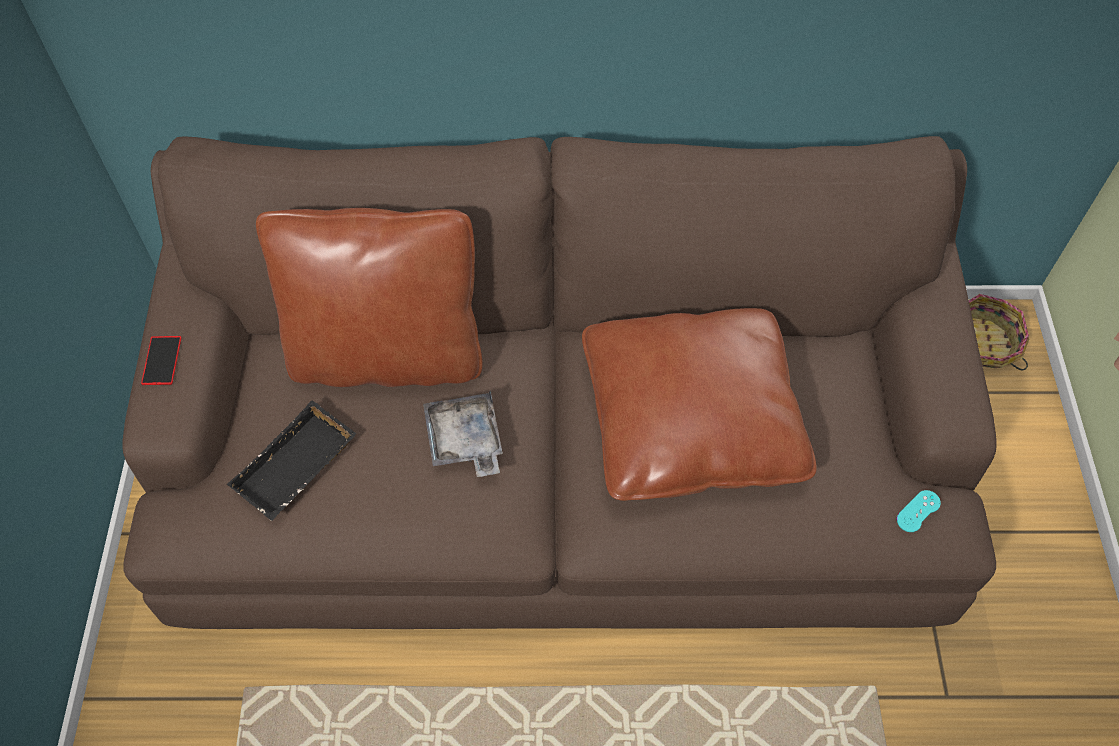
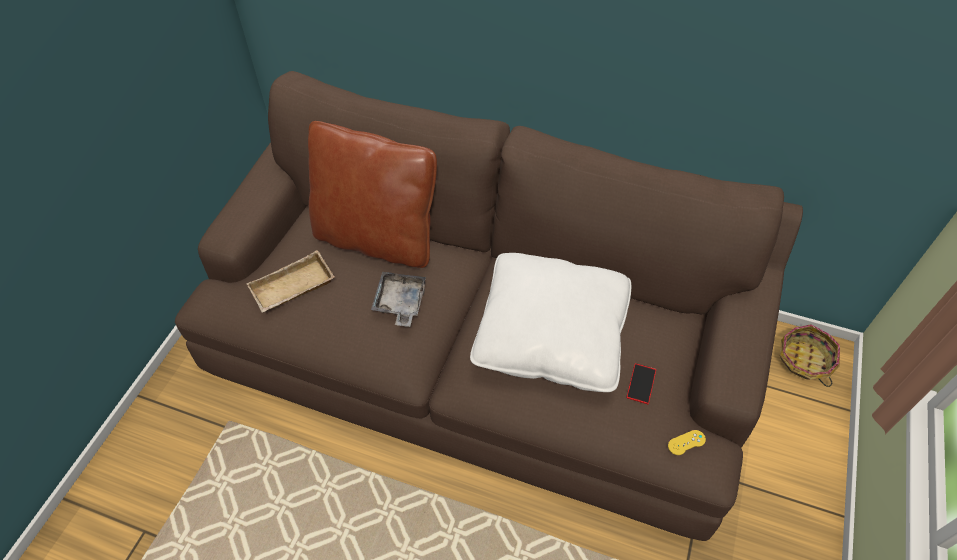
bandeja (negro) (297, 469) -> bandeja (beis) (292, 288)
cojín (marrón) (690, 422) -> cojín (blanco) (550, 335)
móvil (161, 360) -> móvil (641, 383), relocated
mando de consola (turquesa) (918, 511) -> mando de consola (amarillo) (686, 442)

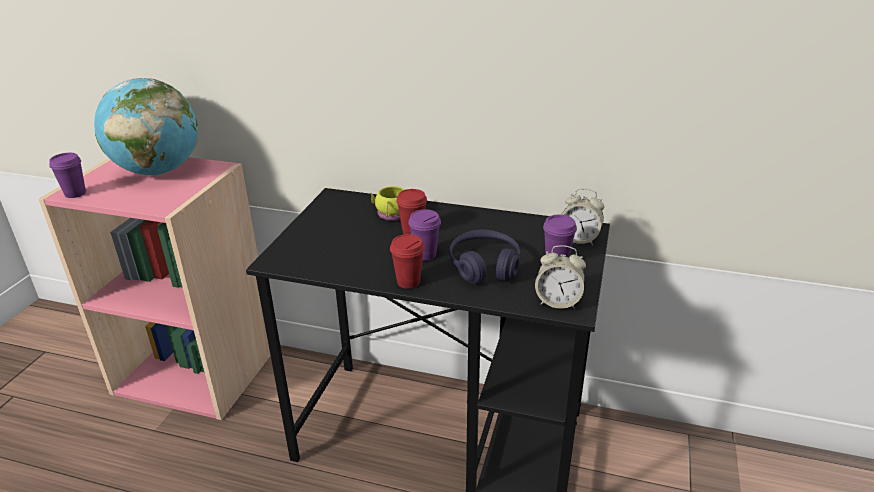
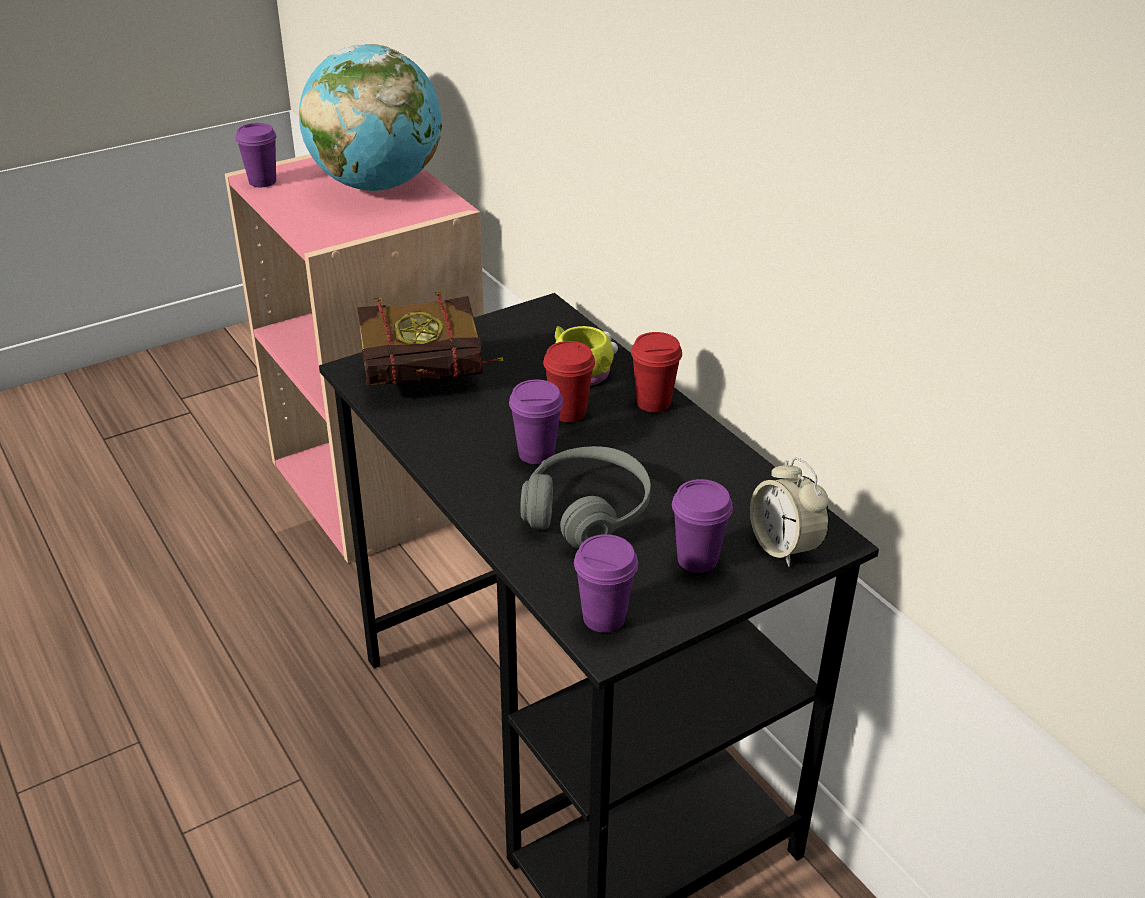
none -> libro (436, 378)
auriculares (morado) (484, 266) -> auriculares (gris) (586, 512)
despertador (558, 302) -> taza (morado) (604, 618)
taza (rojo) (408, 282) -> taza (rojo) (653, 403), relocated

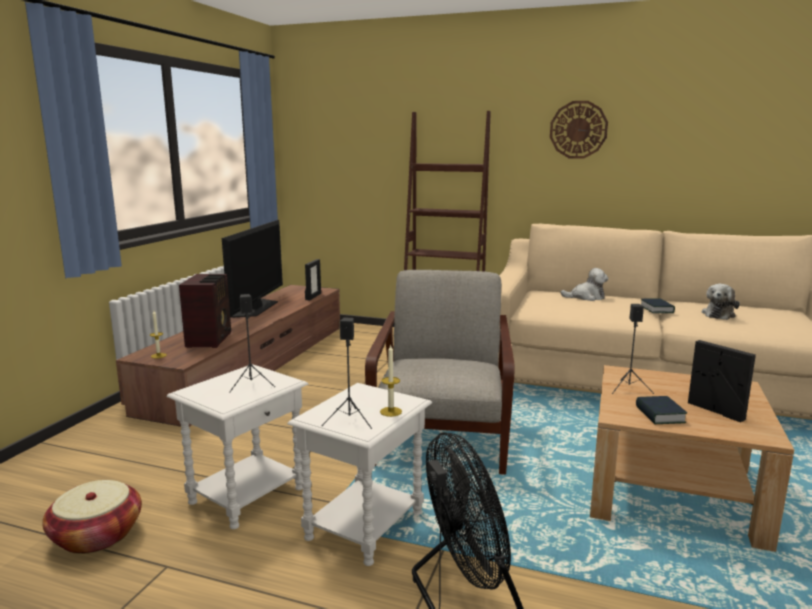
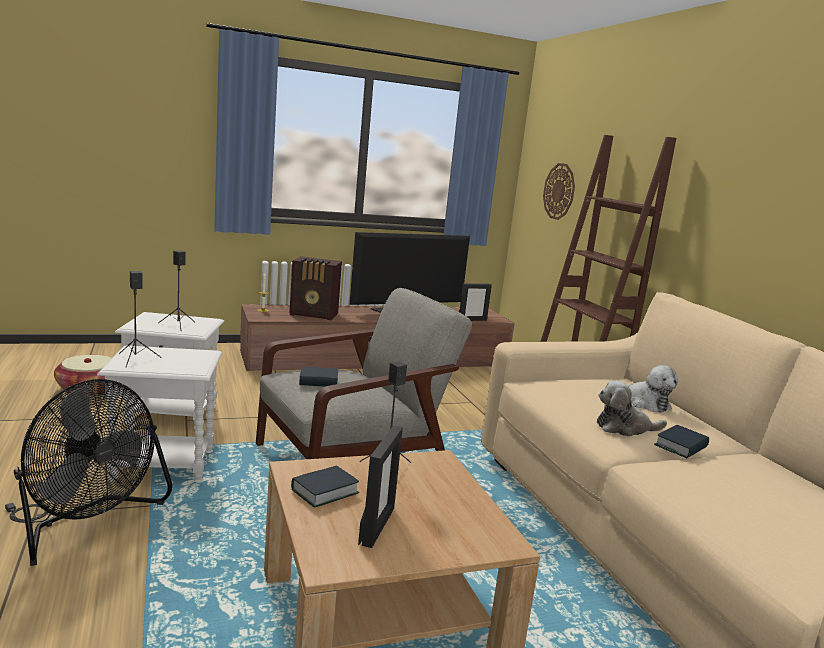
radio (210, 339) -> radio (314, 314), 45 degrees clockwise
none -> libro (318, 381)
reloj de pared (578, 130) -> reloj de pared (559, 191), relocated
peluche (719, 314) -> peluche (624, 428), relocated
vela (391, 411) -> none

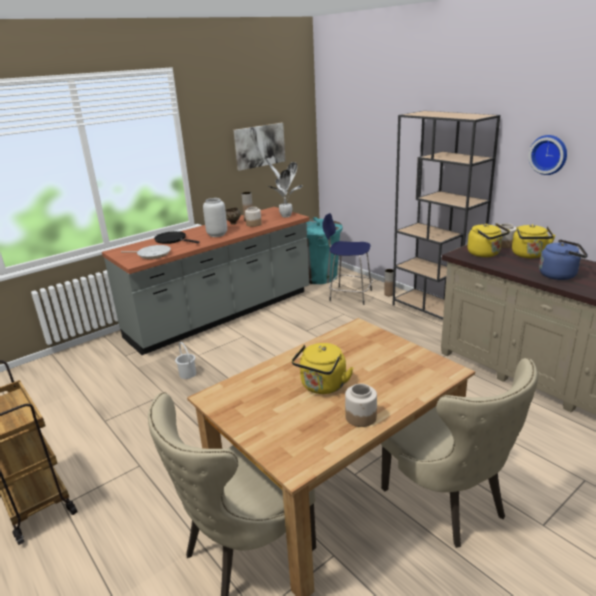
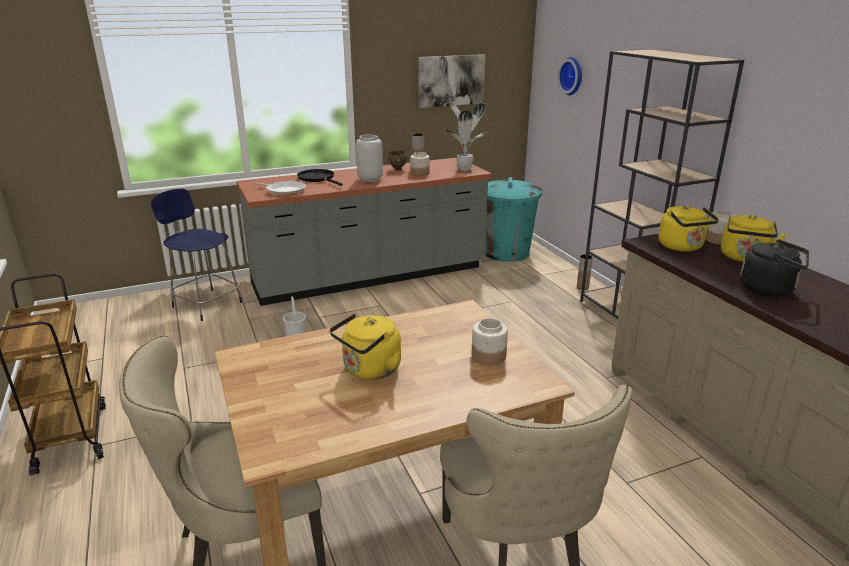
taburete (azul) (349, 295) -> taburete (azul) (205, 304), relocated
tarro (361, 417) -> tarro (489, 356), relocated
reloj de pared (549, 154) -> reloj de pared (572, 76), relocated
hervidor (azul) (560, 275) -> hervidor (negro) (770, 290)

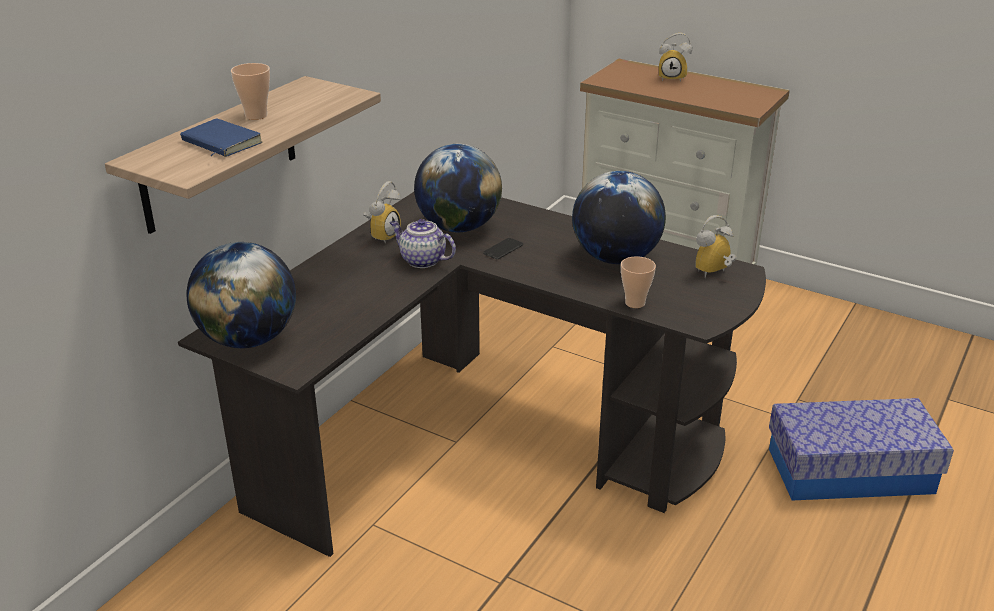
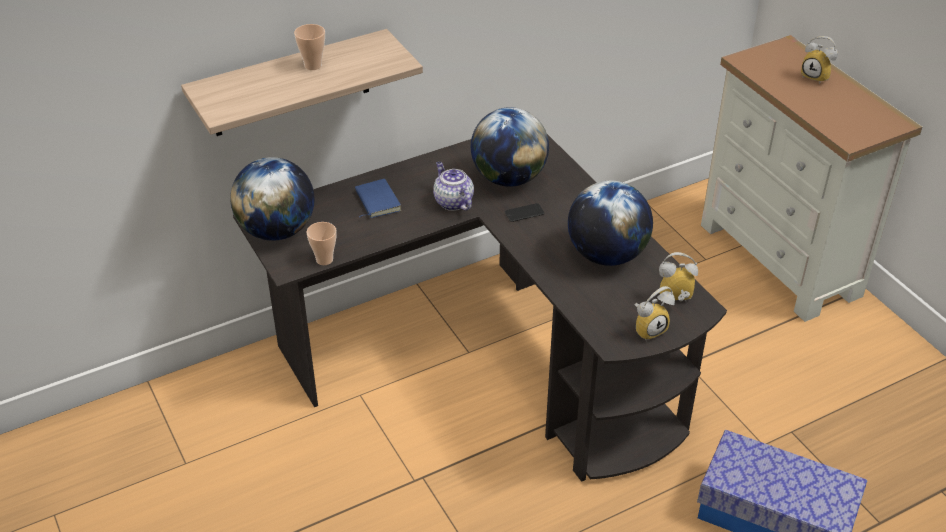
taza (635, 303) -> taza (324, 260), relocated
libro (azul) (219, 143) -> libro (azul) (376, 201), relocated
despertador (382, 235) -> despertador (649, 328), relocated

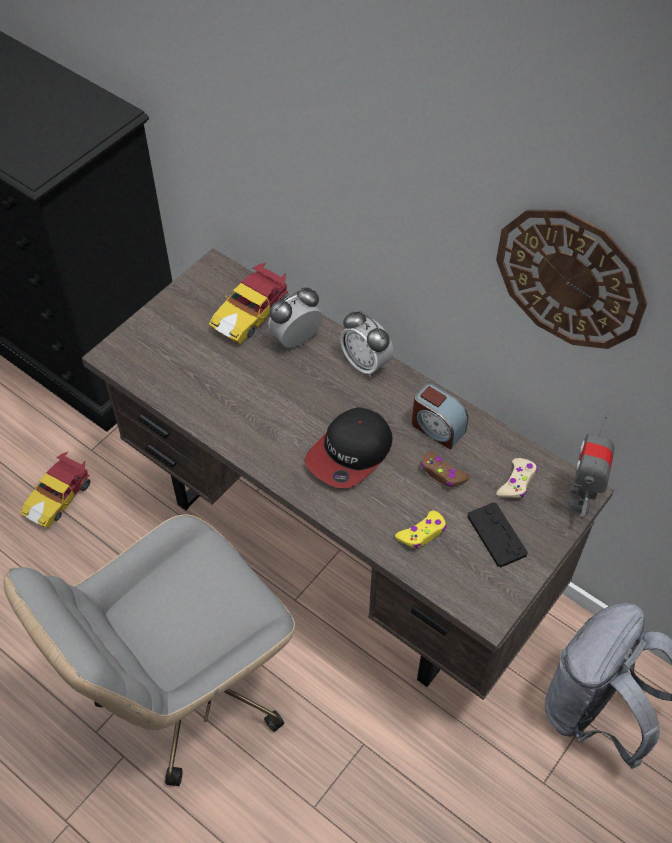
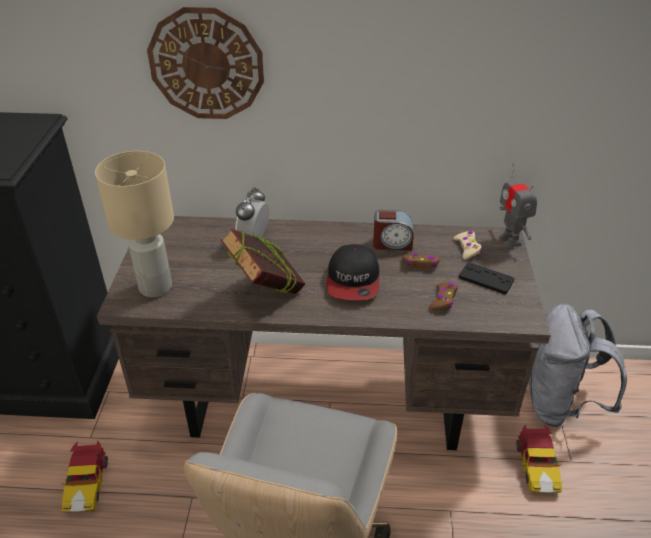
none -> lámpara de mesa (beis) (156, 288)
reloj de pared (570, 278) -> reloj de pared (206, 64), relocated
none -> libro (266, 292)
mando de consola (amarillo) (422, 533) -> mando de consola (marrón) (443, 300)
coche de juguete (251, 314) -> coche de juguete (537, 466), relocated
despertador (366, 363) -> none

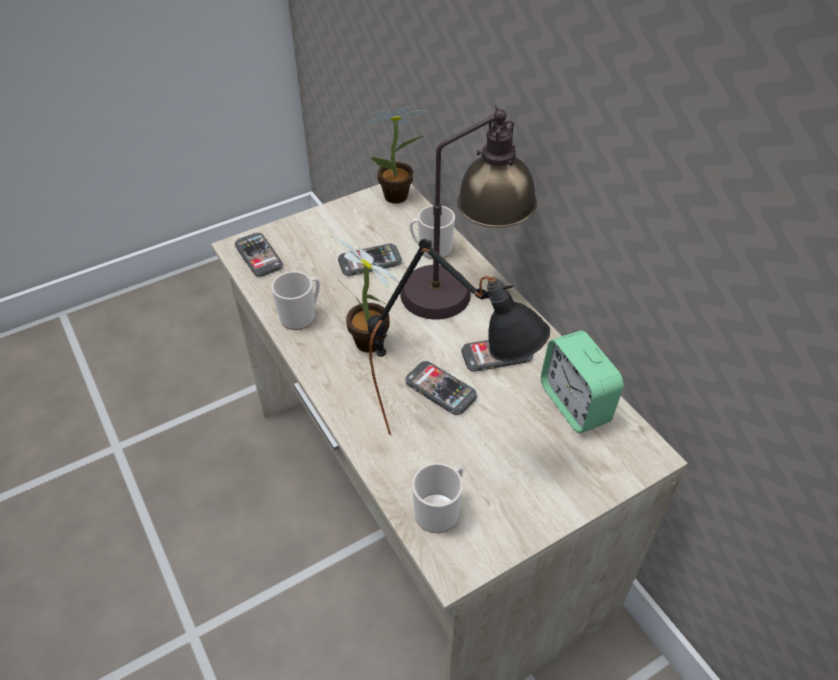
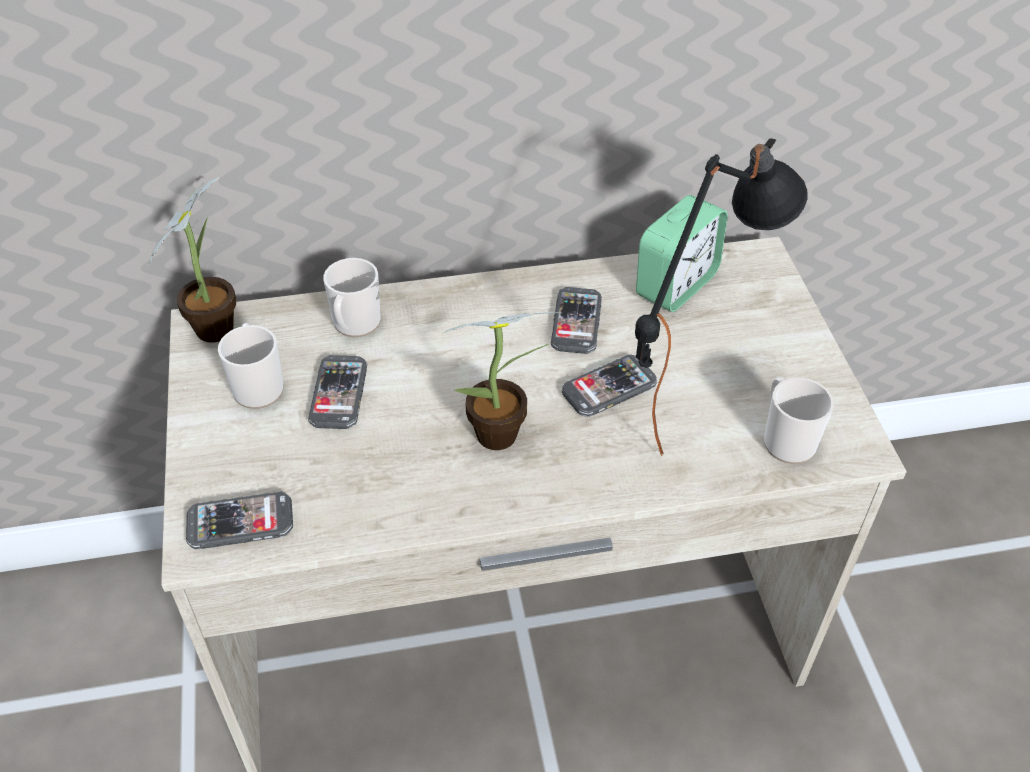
taza grande (301, 316) -> taza grande (258, 386), relocated
despertador (574, 404) -> despertador (676, 285), 45 degrees counterclockwise
lámpara de mesa (462, 290) -> none

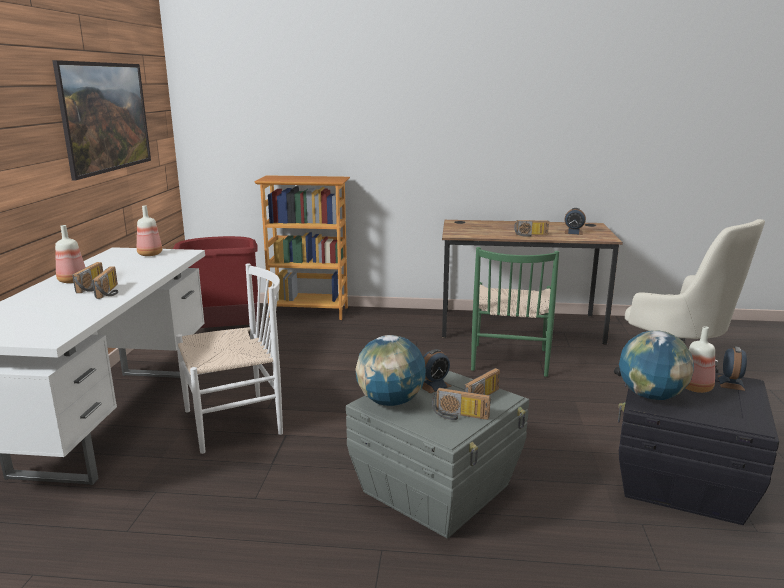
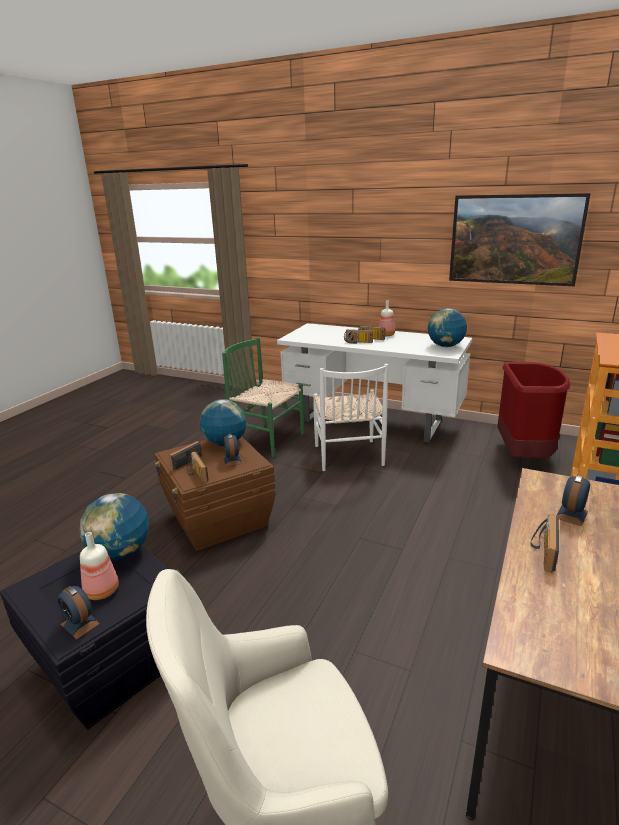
caja de almacenaje (gris) (437, 488) -> caja de almacenaje (marrón) (218, 520)
silla (verde) (509, 362) -> silla (verde) (265, 439), relocated
botella (150, 254) -> globo terráqueo (445, 346)
despertador (573, 232) -> despertador (571, 514), relocated

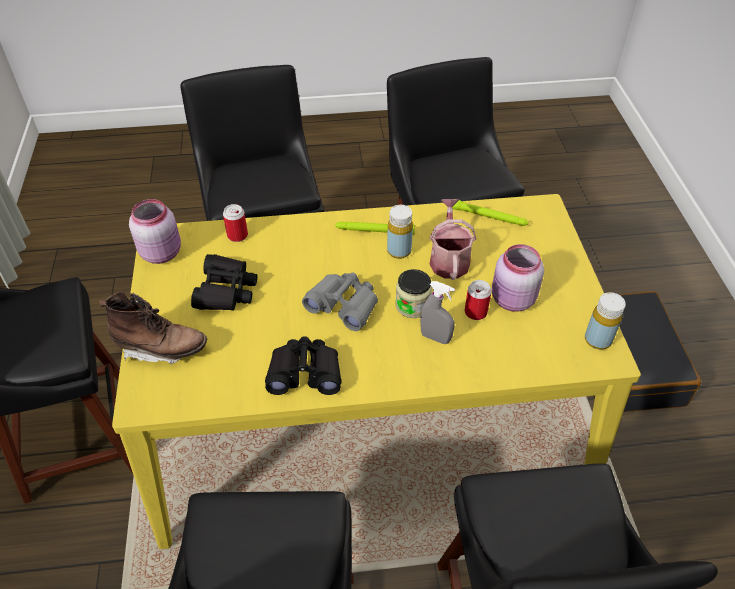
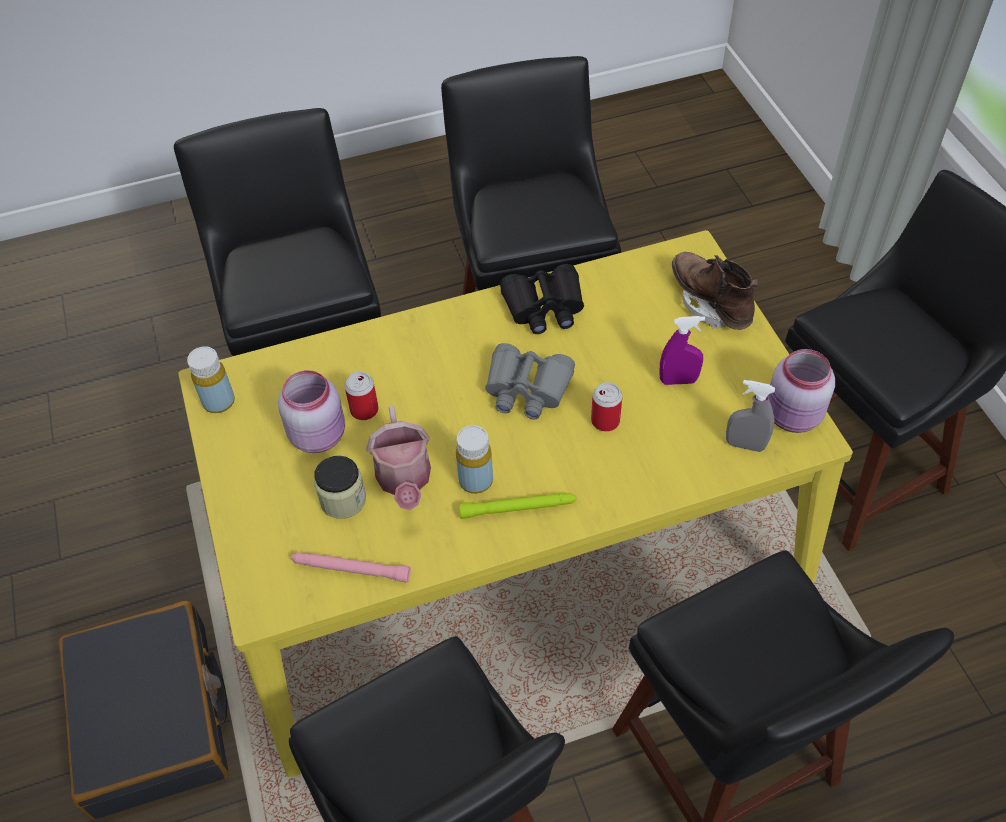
linterna (verde) (489, 217) -> linterna (rosa) (350, 569)
tarro (412, 305) -> tarro (343, 500), relocated
lata (237, 235) -> lata (605, 421), relocated
prismáticos (negro) (226, 291) -> pulverizador (morado) (678, 380)
bota (marrón) (161, 348) -> bota (marrón) (710, 303), 60 degrees clockwise
pulverizador (gris) (435, 337) -> pulverizador (gris) (745, 445), relocated

